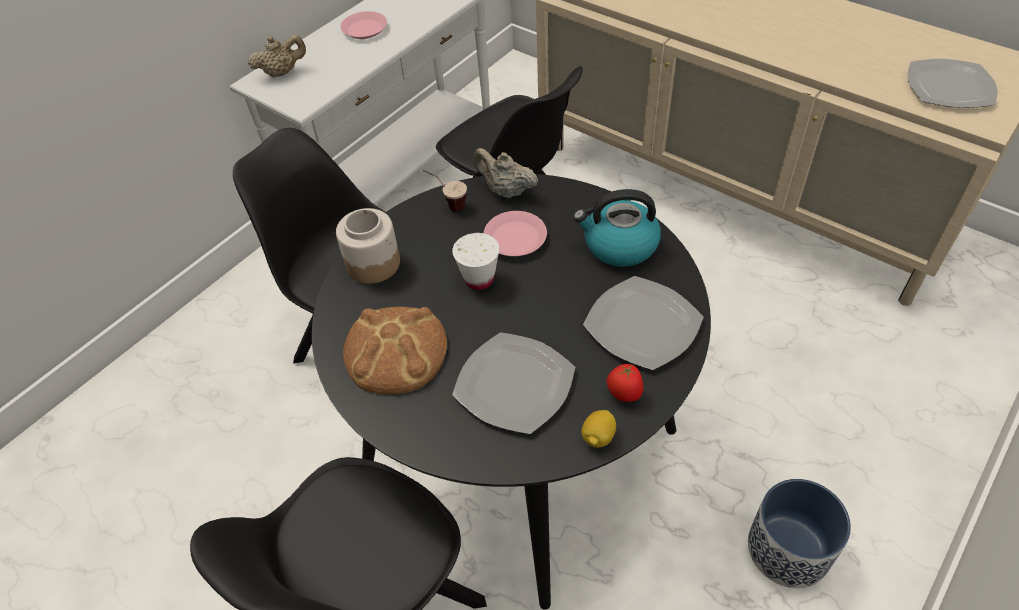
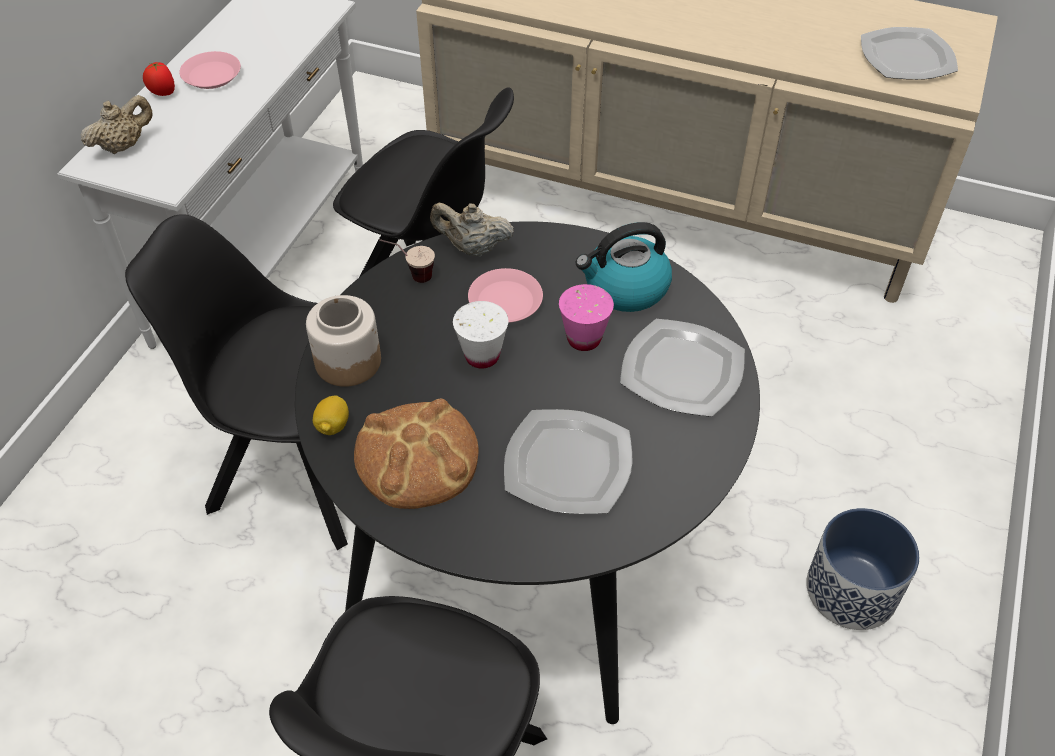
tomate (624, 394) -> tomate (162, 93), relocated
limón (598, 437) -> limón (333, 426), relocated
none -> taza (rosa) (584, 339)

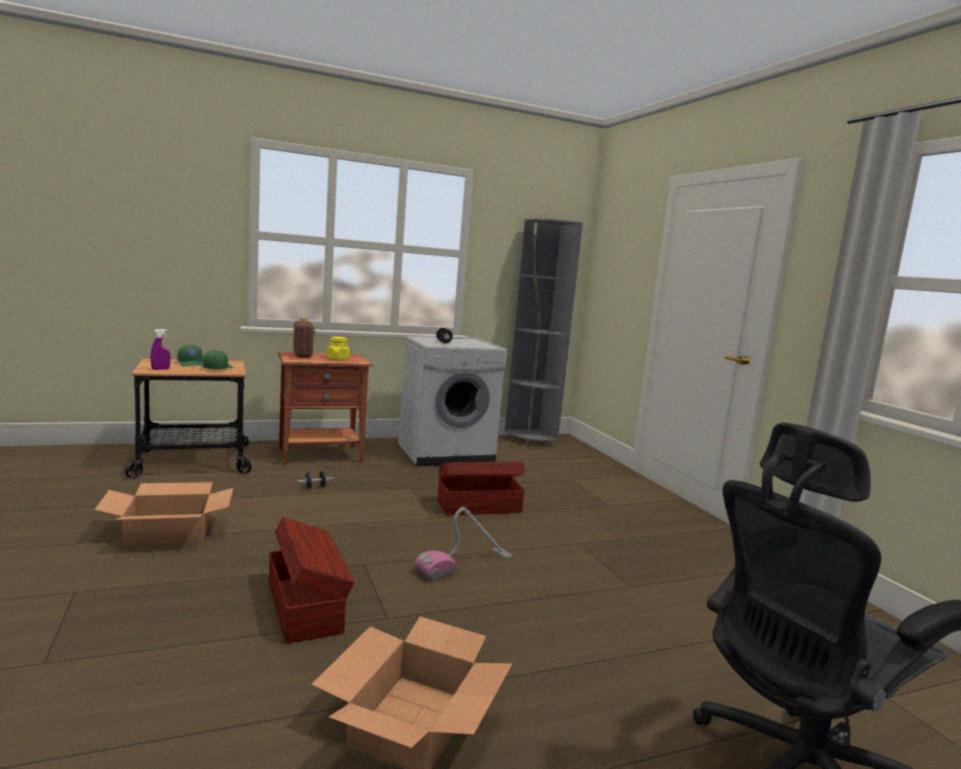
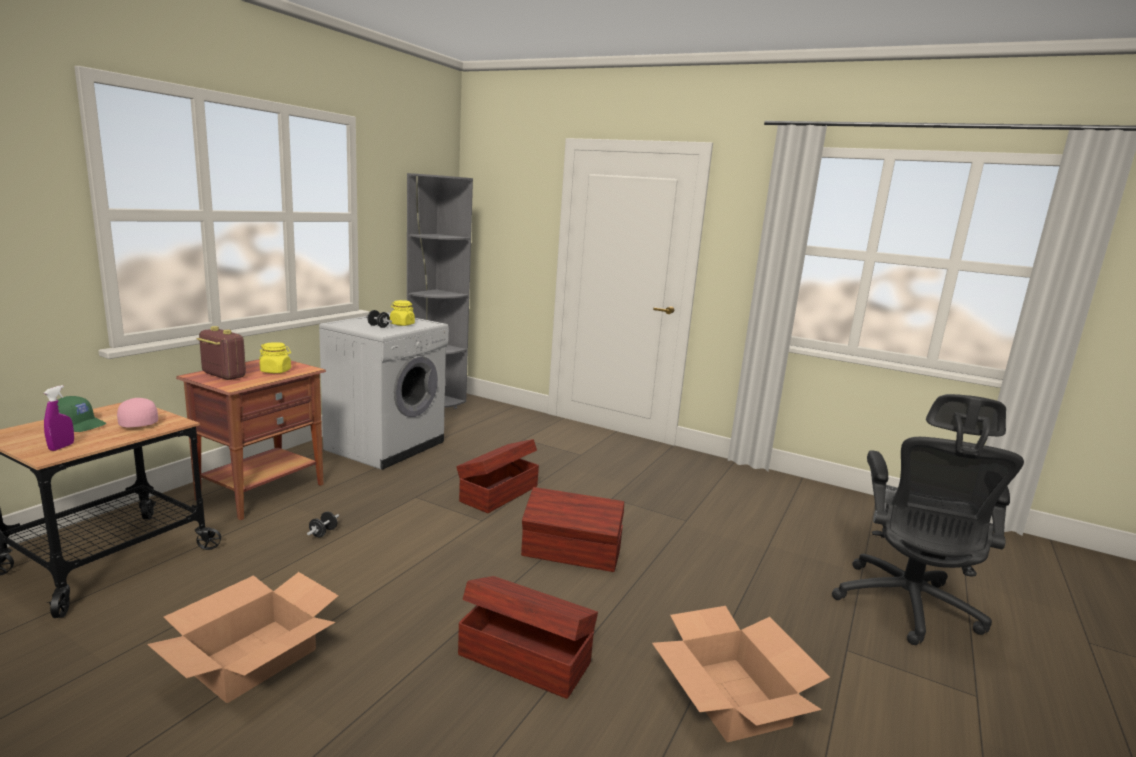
gorra (verde) (217, 368) -> gorra (rosa) (137, 422)
none -> tarro (amarillo) (402, 324)
aspiradora (465, 564) -> caja de almacenaje (marrón) (572, 553)

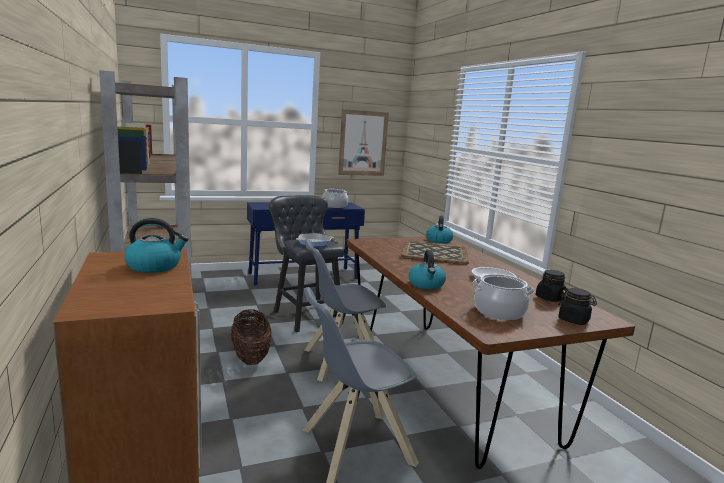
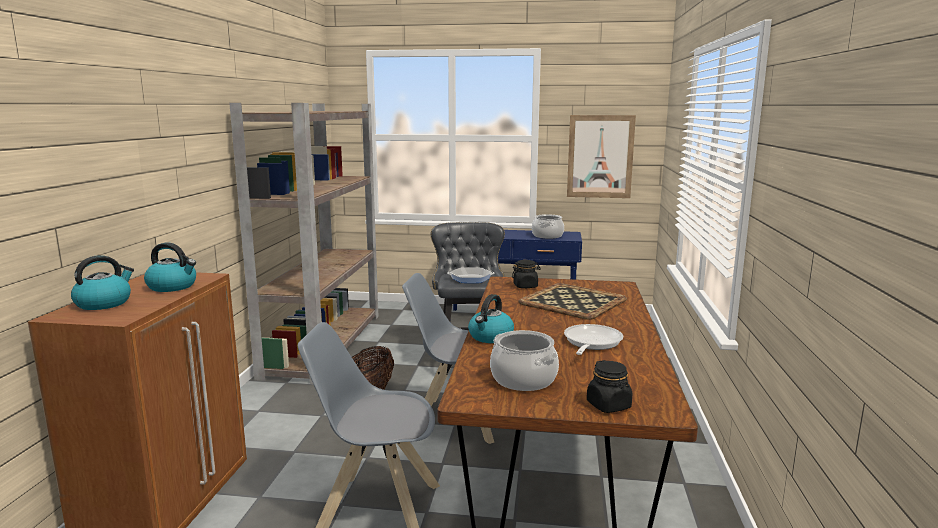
hervidor (438, 240) -> hervidor (104, 303), relocated
tarro (negro) (550, 298) -> tarro (negro) (525, 286), relocated

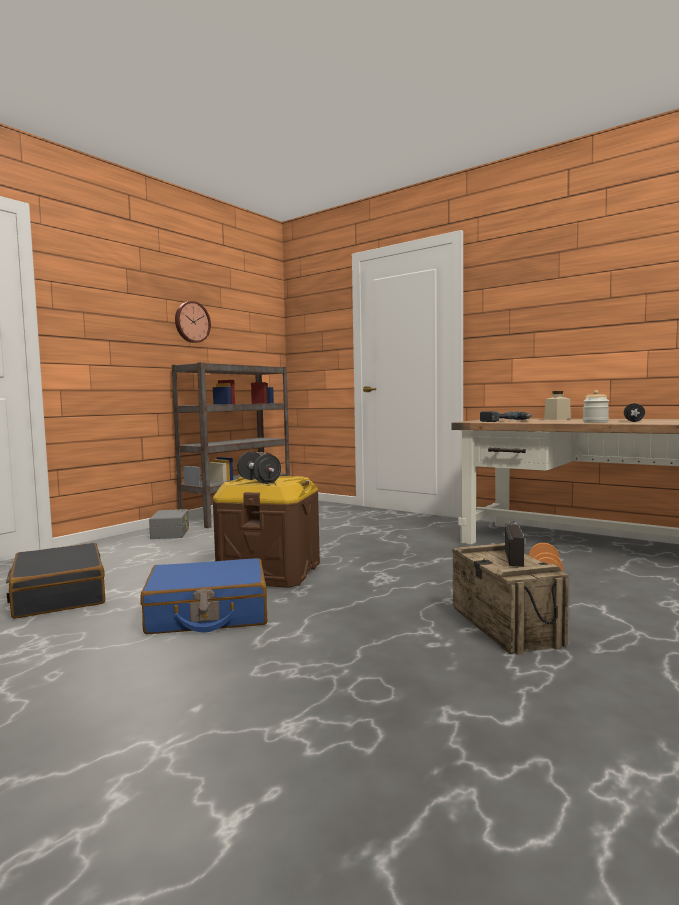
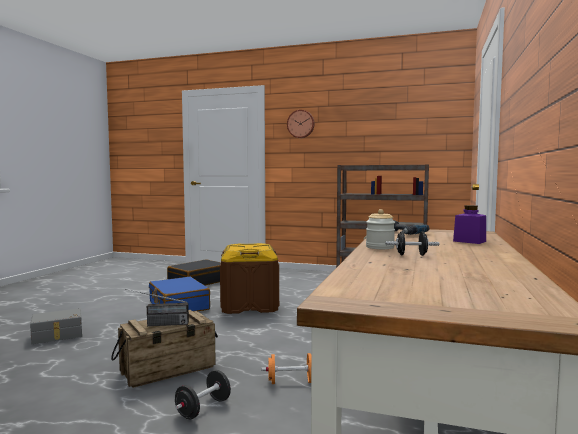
caja de almacenaje (gris) (171, 533) -> caja de almacenaje (gris) (57, 335), relocated
mancuerna (negro) (259, 481) -> mancuerna (negro) (203, 408), relocated
reloj de pared (191, 322) -> reloj de pared (301, 124), relocated
tarro (beis) (557, 419) -> tarro (morado) (469, 241)

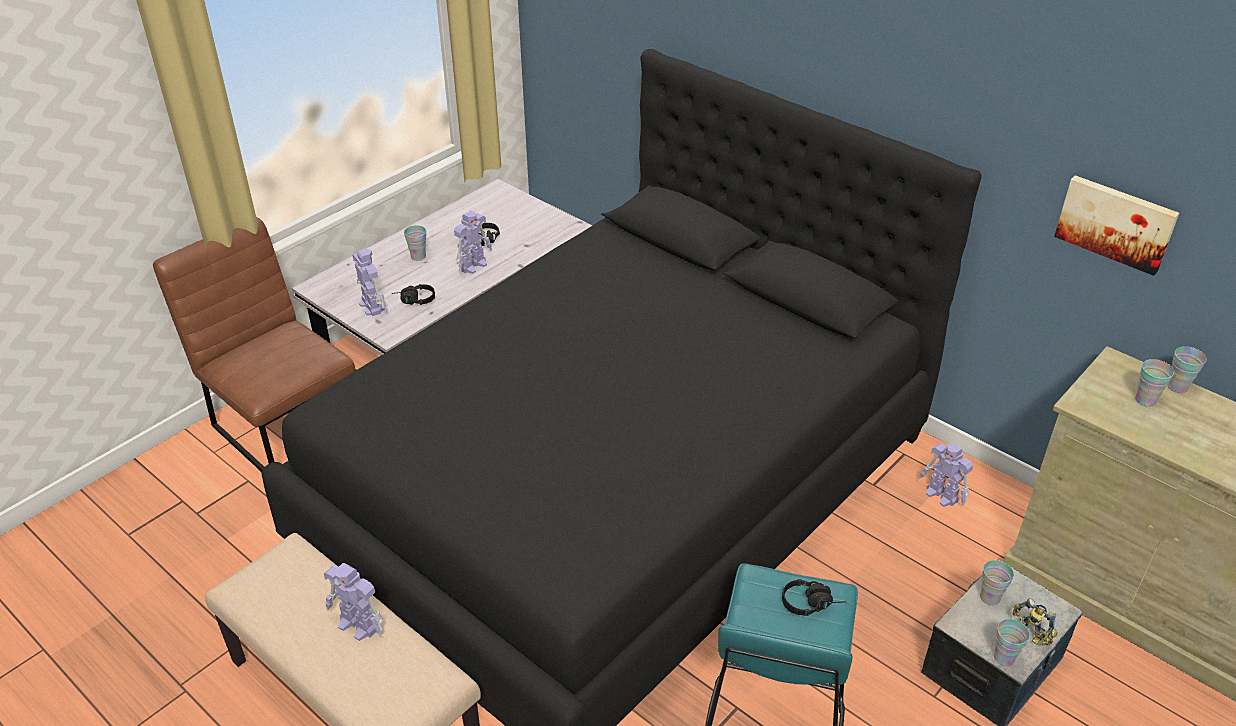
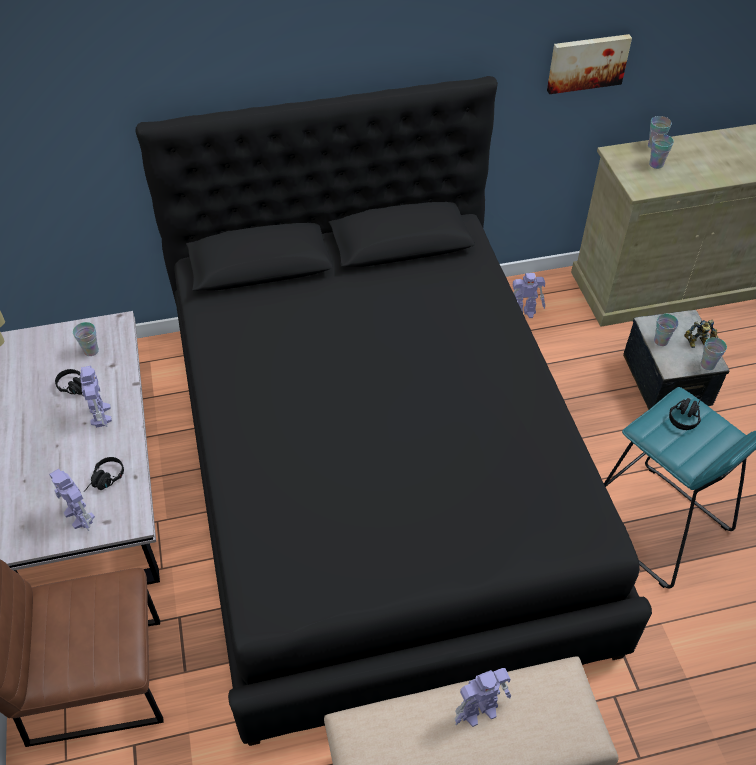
robot de juguete (372, 306) -> robot de juguete (79, 516), 135 degrees counterclockwise
taza (418, 256) -> taza (91, 351), relocated

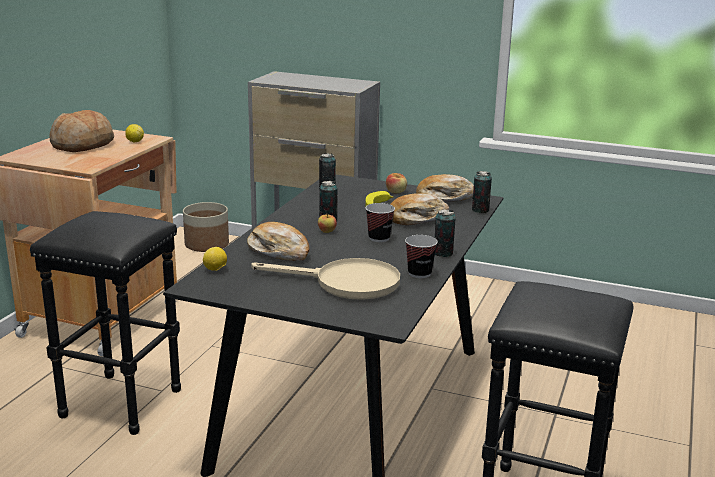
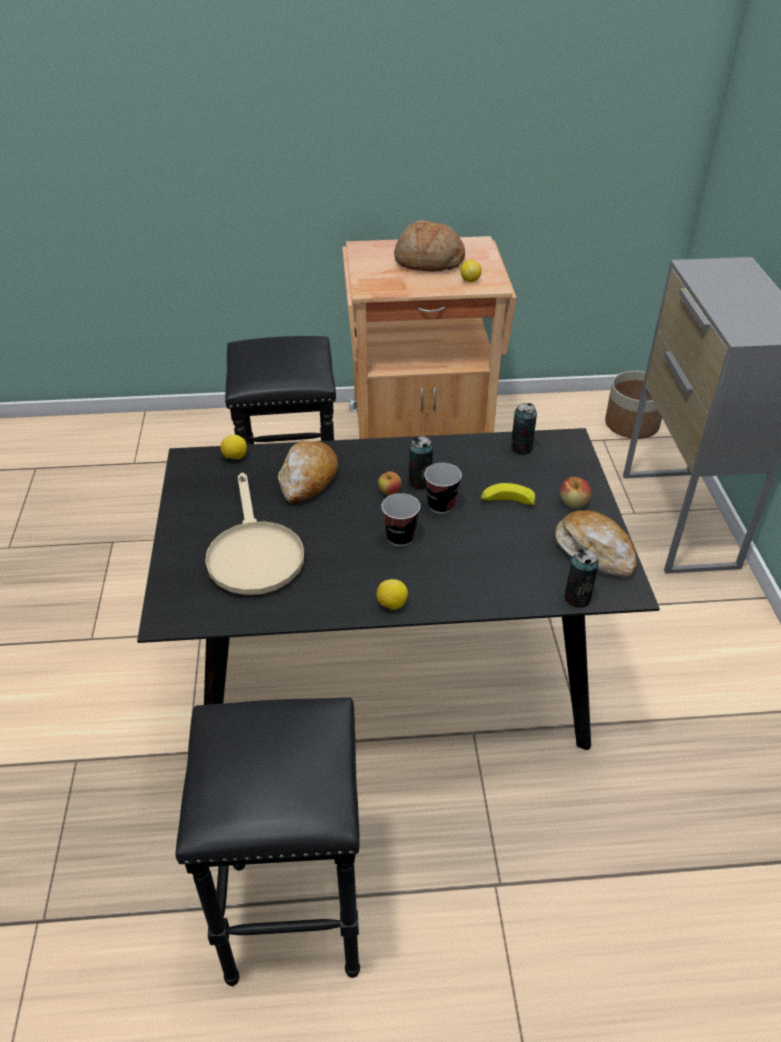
lata (443, 253) -> limón (391, 605)
taza (419, 273) -> taza (441, 505), relocated
pan (416, 218) -> none

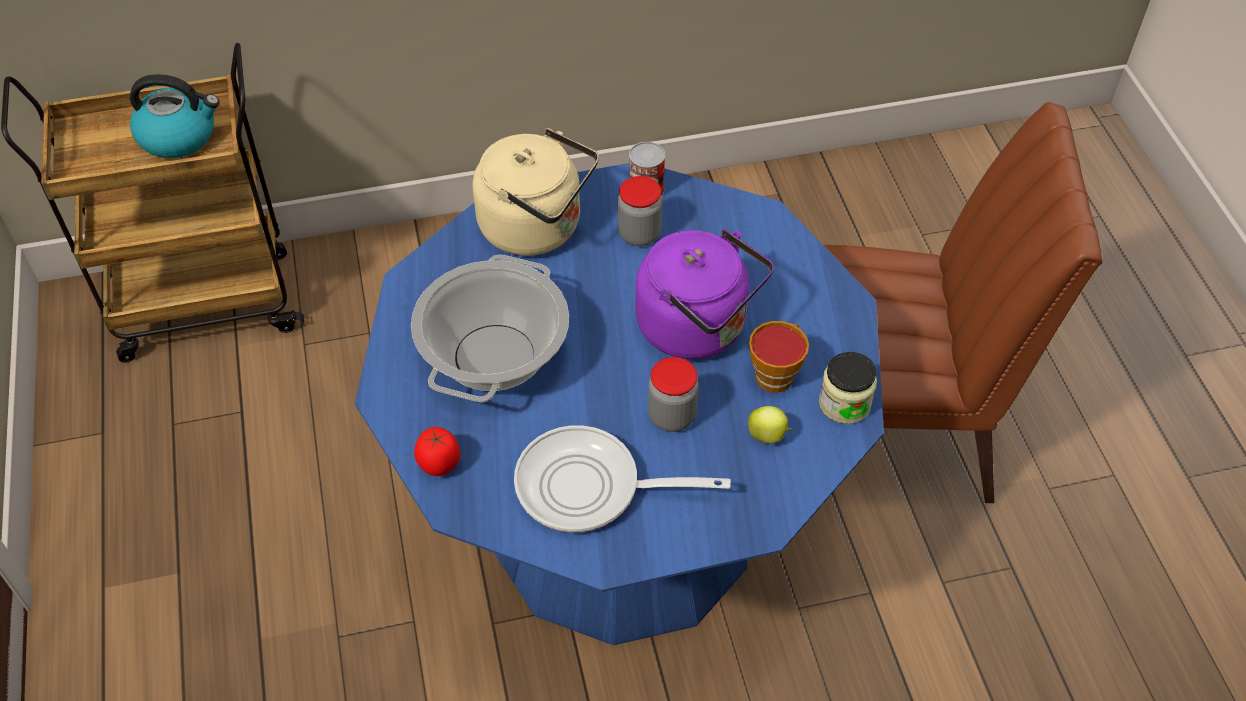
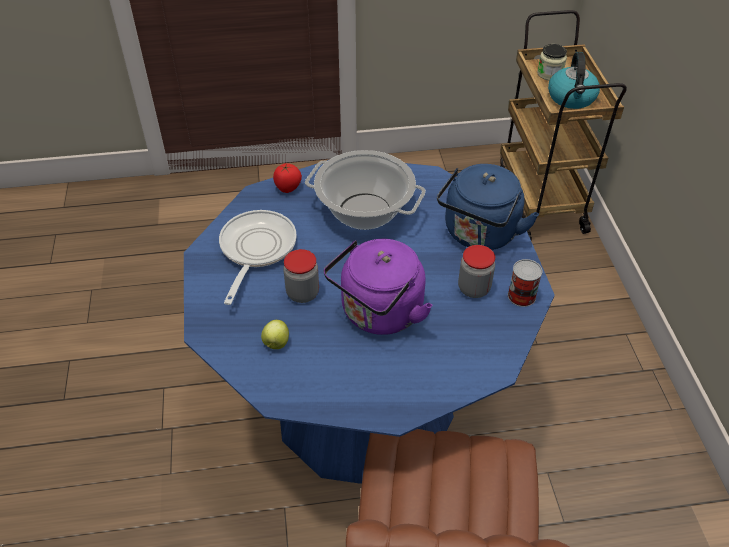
hervidor (beis) (537, 228) -> hervidor (azul) (479, 235)
tarro (844, 403) -> tarro (550, 74), relocated
taza (776, 373) -> none

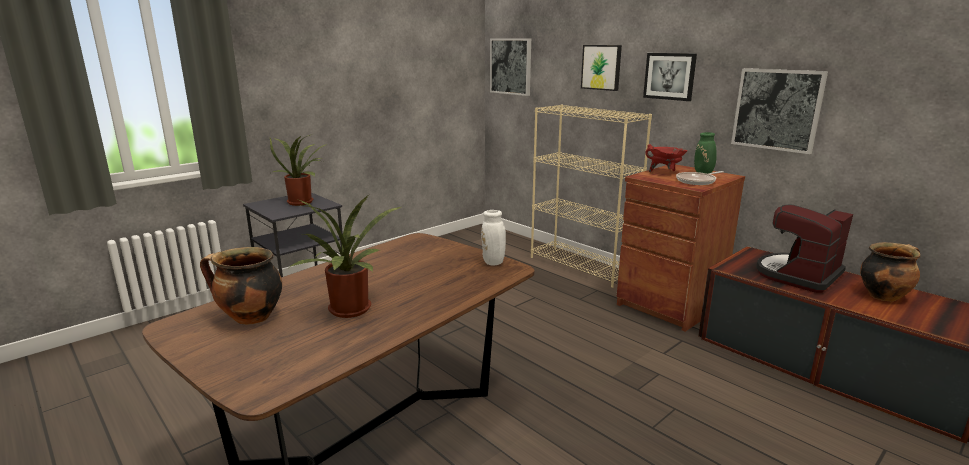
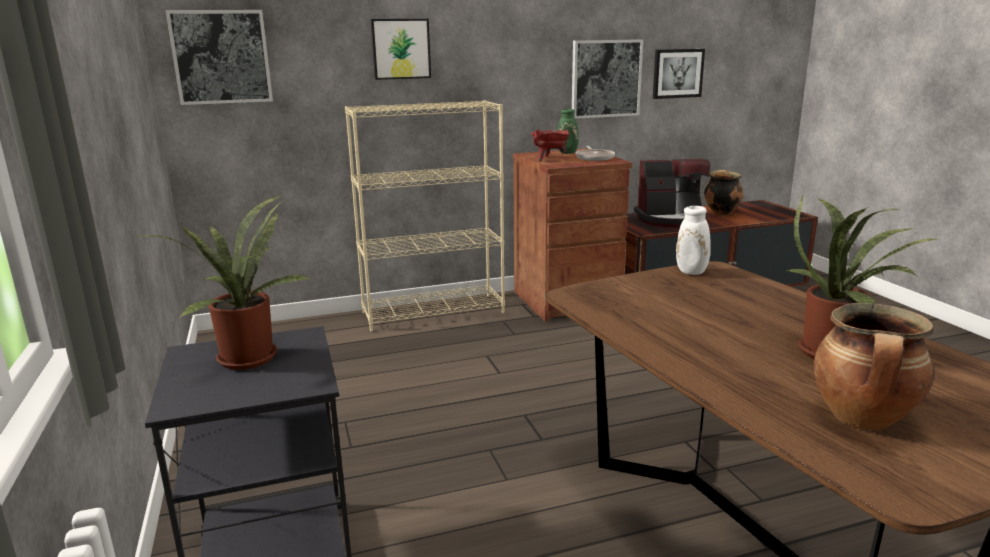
cafetera (798, 275) -> cafetera (671, 219), 75 degrees counterclockwise
cuadro (669, 76) -> cuadro (677, 73), relocated

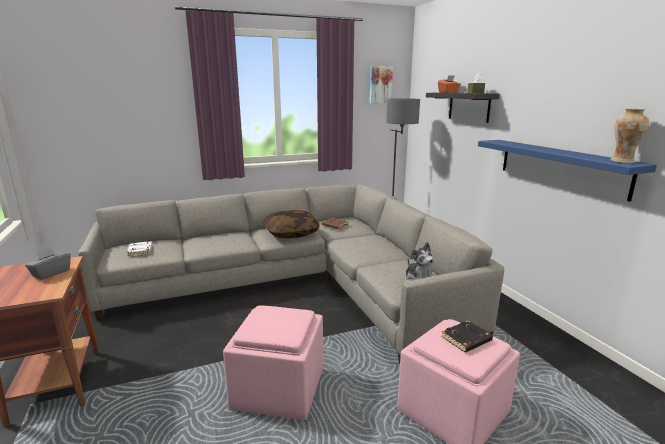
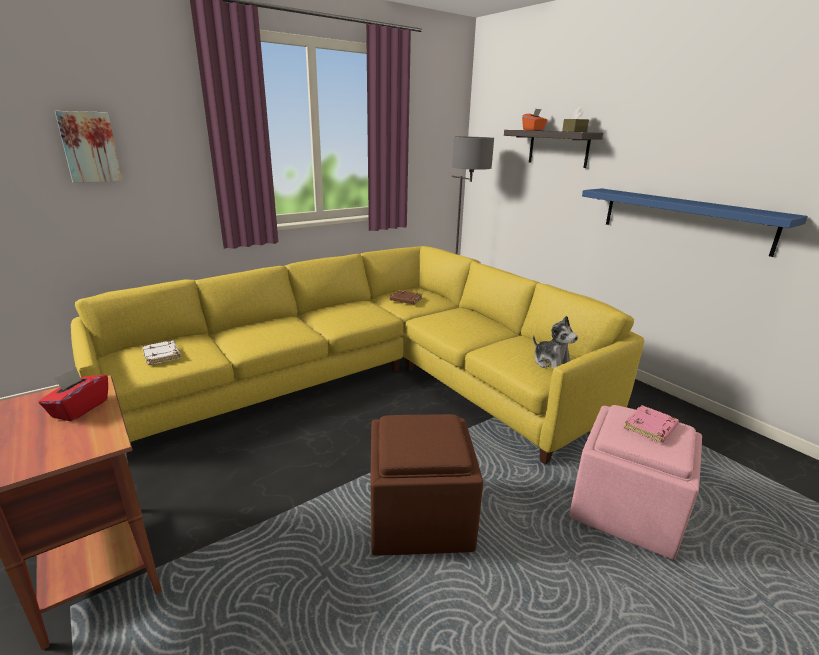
caja de pañuelos (gris) (51, 273) -> caja de pañuelos (rojo) (79, 409)
cuadro (380, 84) -> cuadro (89, 147), relocated
sofá (gris) (298, 285) -> sofá (amarillo) (371, 379)
puf (rosa) (280, 389) -> puf (marrón) (420, 516)
libro (negro) (466, 340) -> libro (rosa) (650, 428)
cojín (291, 233) -> none
florero (622, 161) -> none

